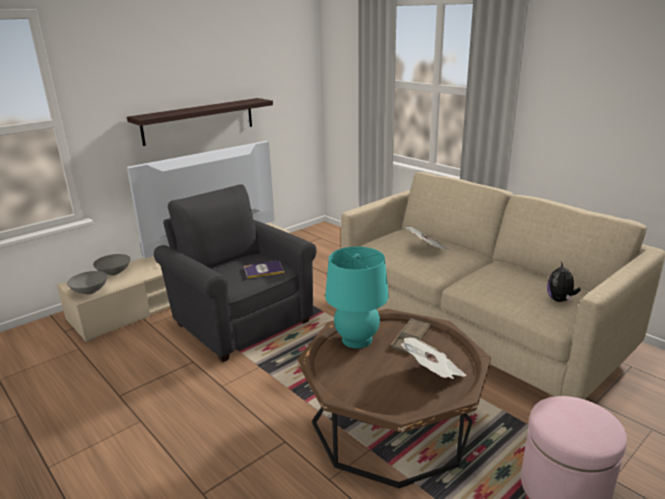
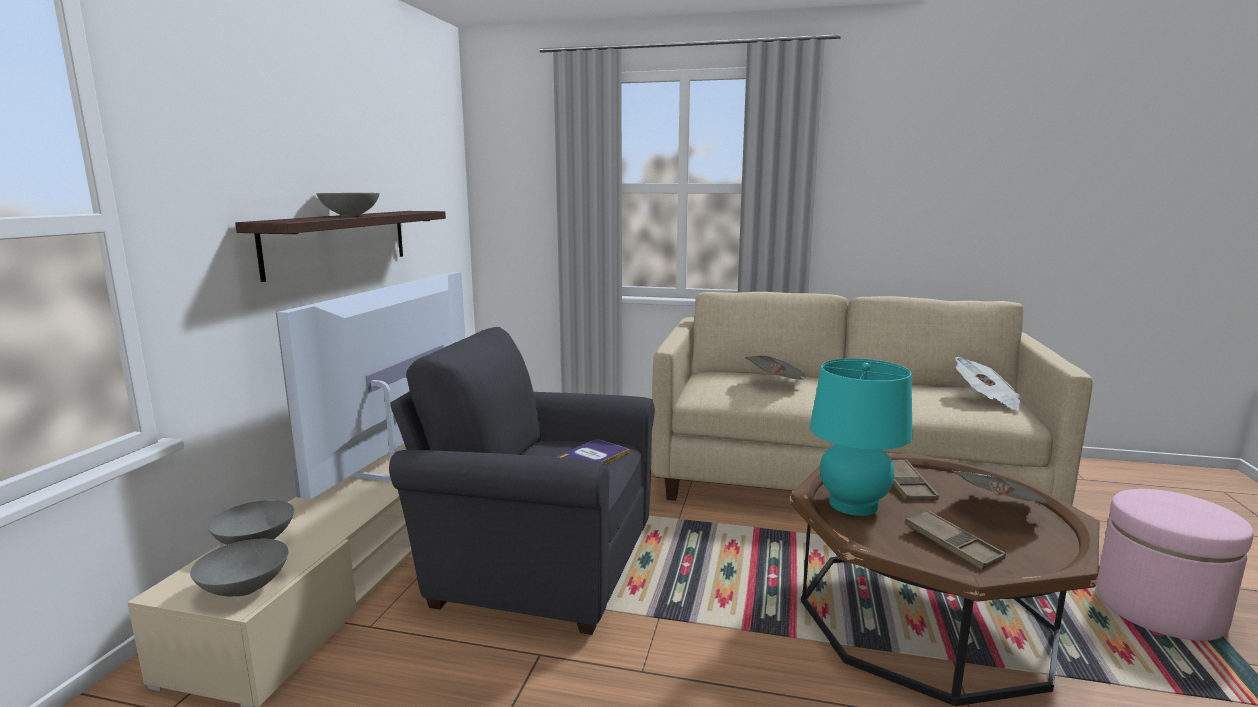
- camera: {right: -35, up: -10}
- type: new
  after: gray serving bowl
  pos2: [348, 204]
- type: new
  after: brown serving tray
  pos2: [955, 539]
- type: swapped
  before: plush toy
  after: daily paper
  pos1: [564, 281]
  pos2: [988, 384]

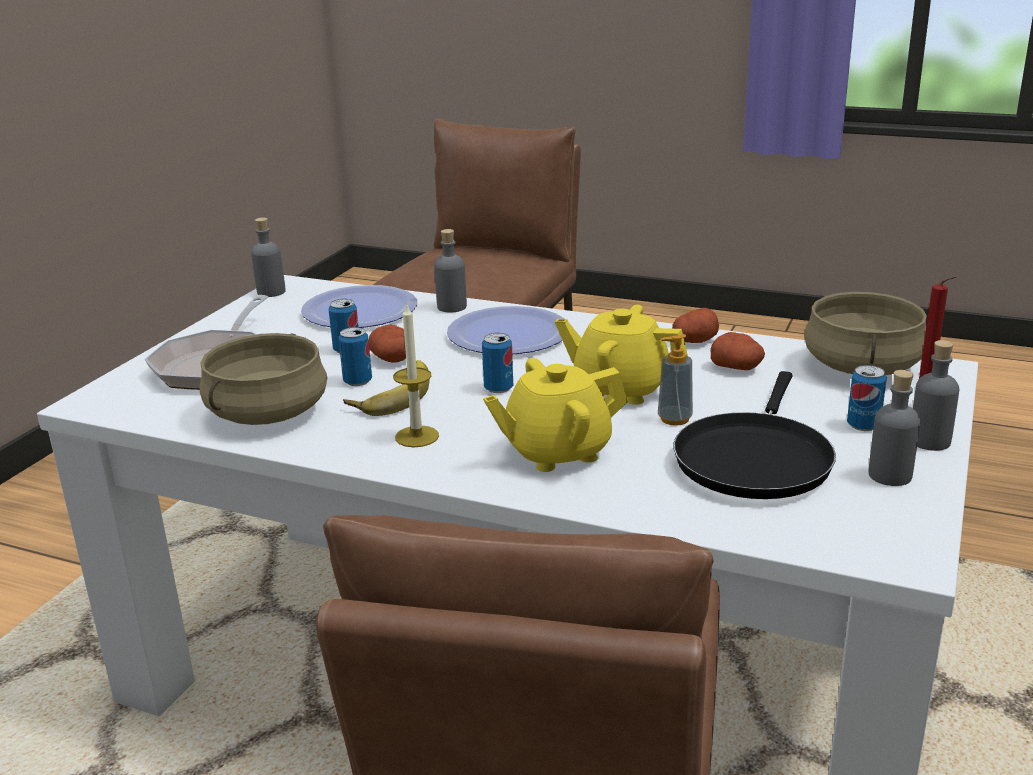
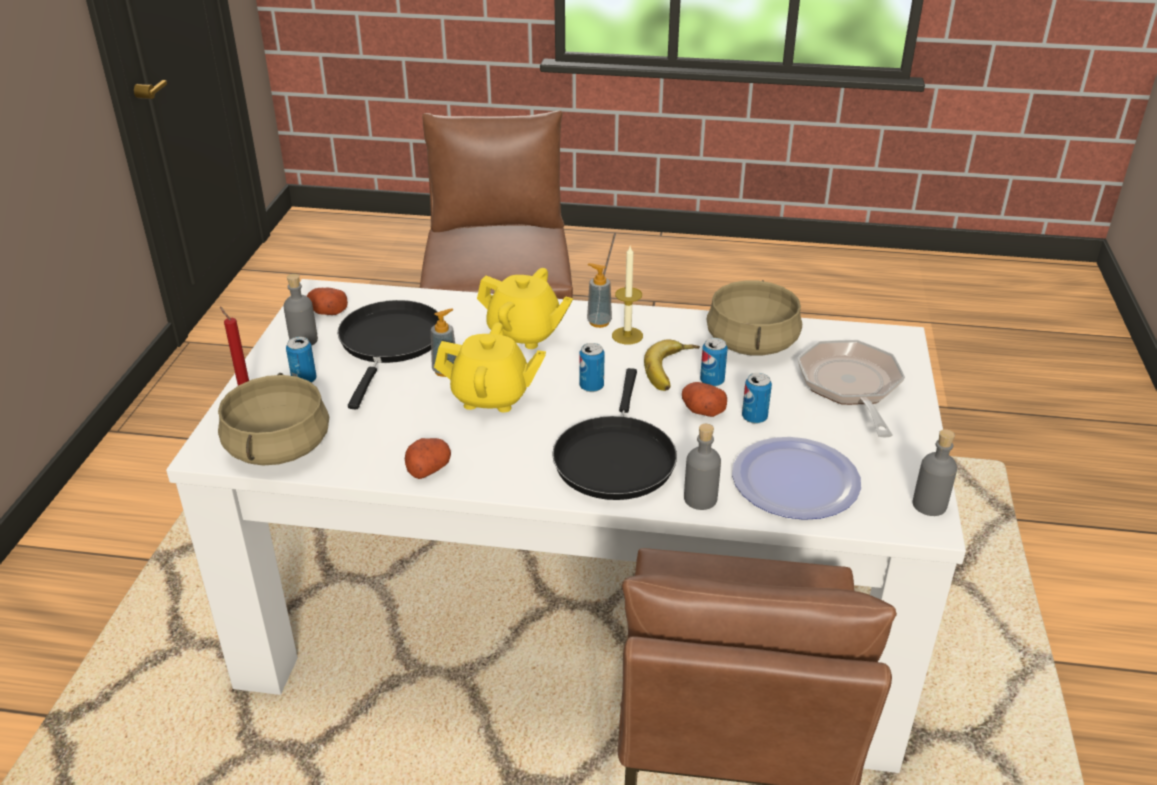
- camera: {right: 165, up: 10}
- type: gone
  before: gray drink bottle
  pos1: [936, 395]
- type: new
  after: soap bottle
  pos2: [599, 295]
- type: shifted
  before: whole potato
  pos1: [738, 351]
  pos2: [327, 301]
- type: swapped
  before: plate
  after: black skillet
  pos1: [506, 330]
  pos2: [614, 434]
- type: rotated
  before: yellow pot for tea
  pos1: [555, 415]
  pos2: [525, 308]
  turn: 60

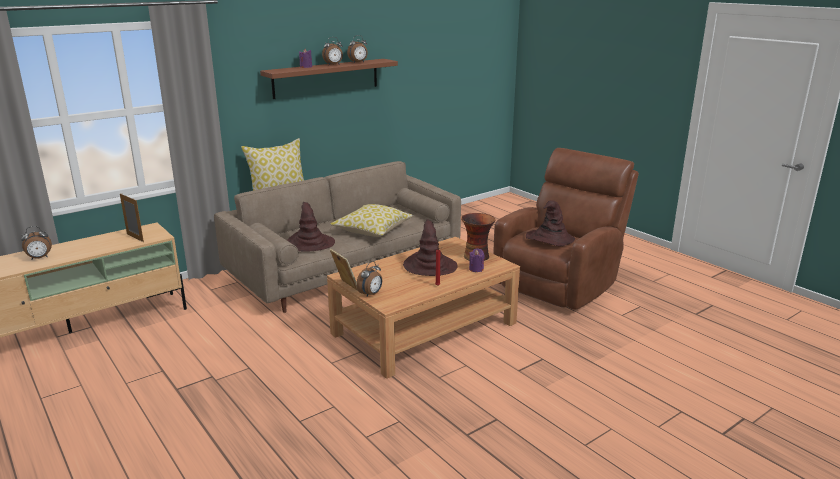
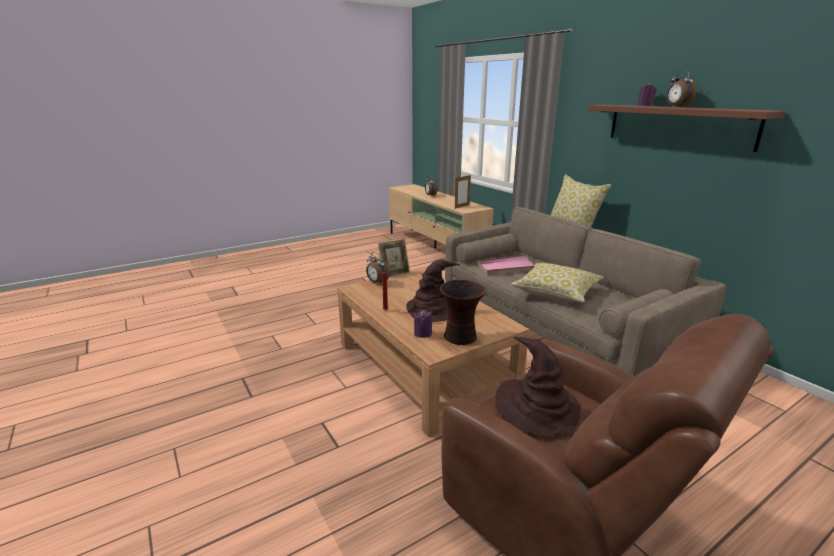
- camera: {right: 95, up: 0}
- type: gone
  before: table clock
  pos1: [357, 49]
- type: swapped
  before: brown clothing hat
  after: pink-coloured serving tray
  pos1: [311, 226]
  pos2: [506, 264]

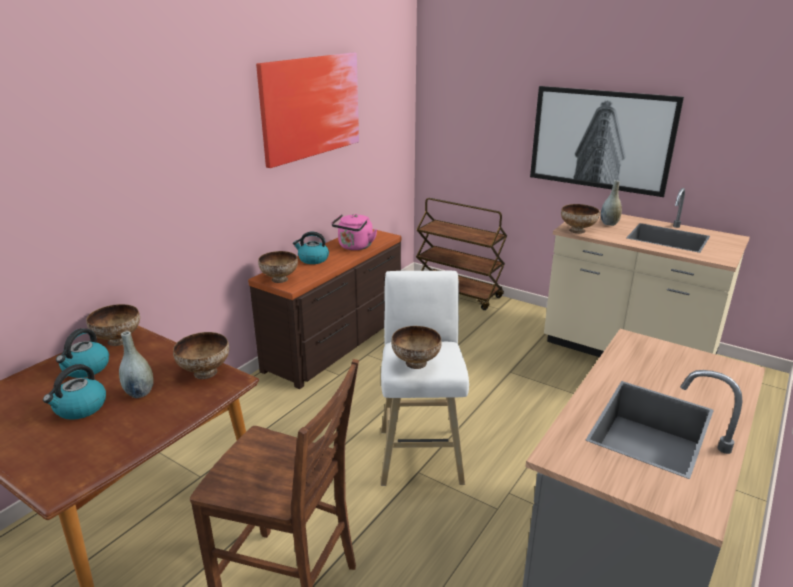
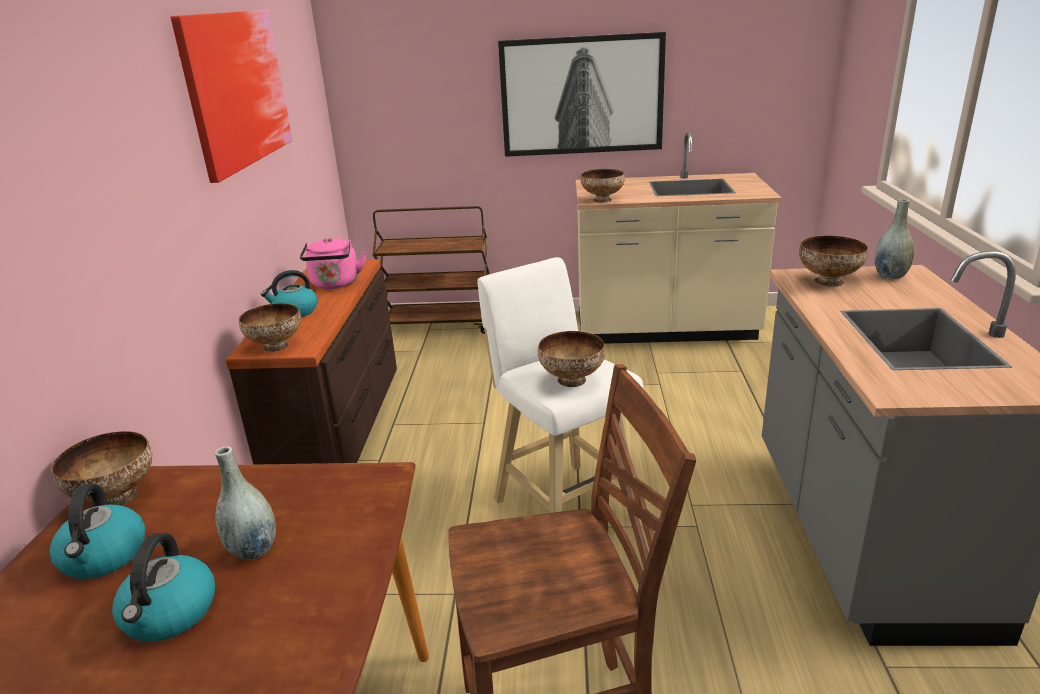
- camera: {right: -30, up: 0}
- type: shifted
  before: serving bowl
  pos1: [201, 355]
  pos2: [833, 261]
- type: shifted
  before: gray decorative vase
  pos1: [611, 203]
  pos2: [894, 239]

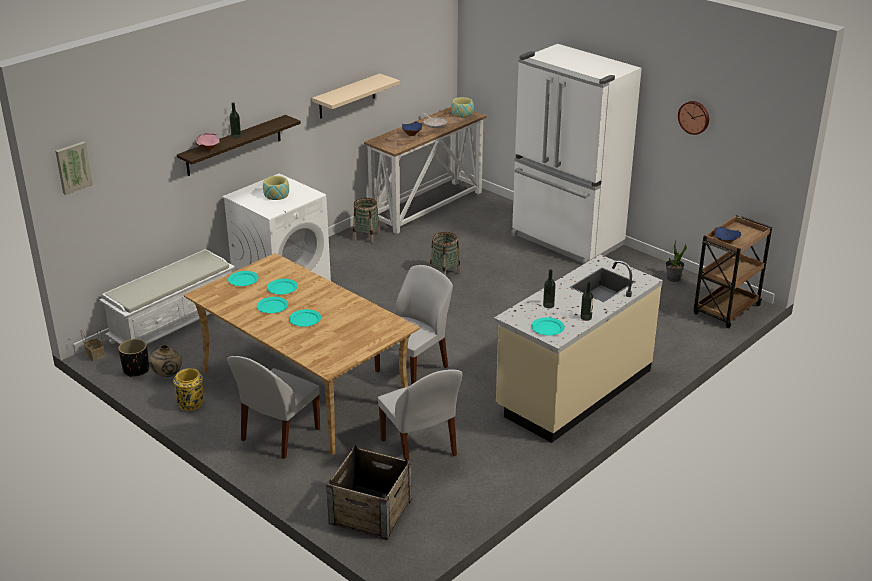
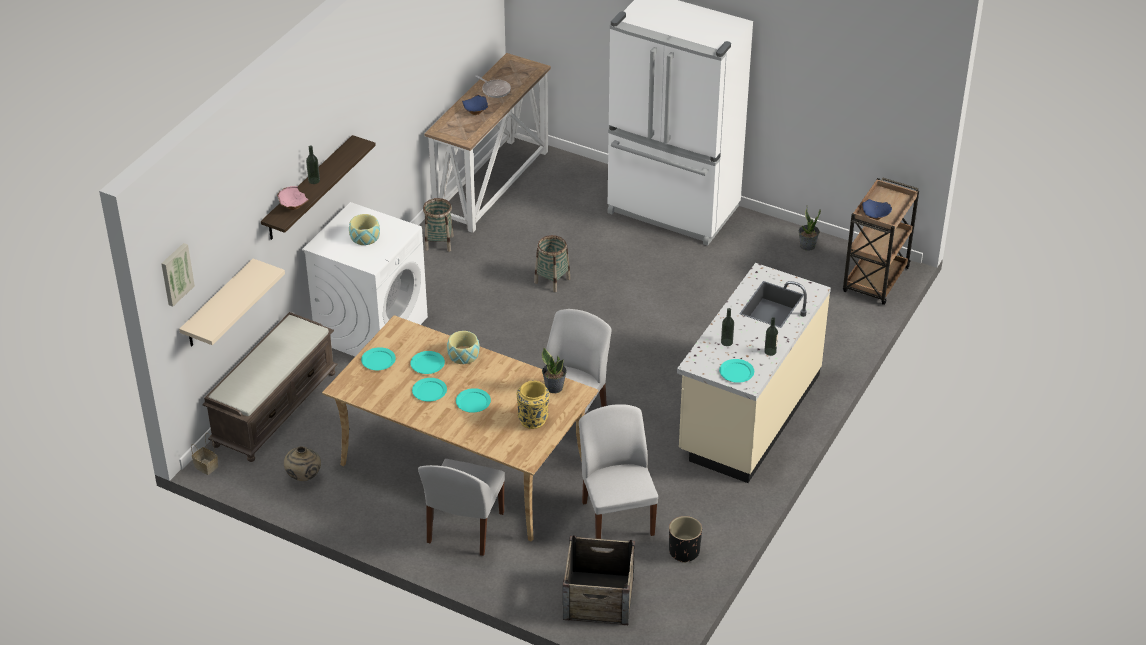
- camera: {right: -15, up: 10}
- type: gone
  before: hanging clock
  pos1: [693, 118]
- type: new
  after: plant in a pot
  pos2: [554, 370]
- type: shifted
  before: black flower pot
  pos1: [133, 358]
  pos2: [685, 539]
- type: shifted
  before: yellow decorative vase
  pos1: [188, 389]
  pos2: [533, 404]
- type: shifted
  before: sand-coloured wall shelf
  pos1: [356, 96]
  pos2: [232, 303]
- type: shifted
  before: serving bowl
  pos1: [462, 107]
  pos2: [463, 347]
- type: repainted
  before: whitish indoor bench
  after: brown indoor bench
  pos1: [167, 296]
  pos2: [270, 387]
- type: rotated
  before: whitish chair
  pos1: [420, 414]
  pos2: [618, 471]
  turn: -150

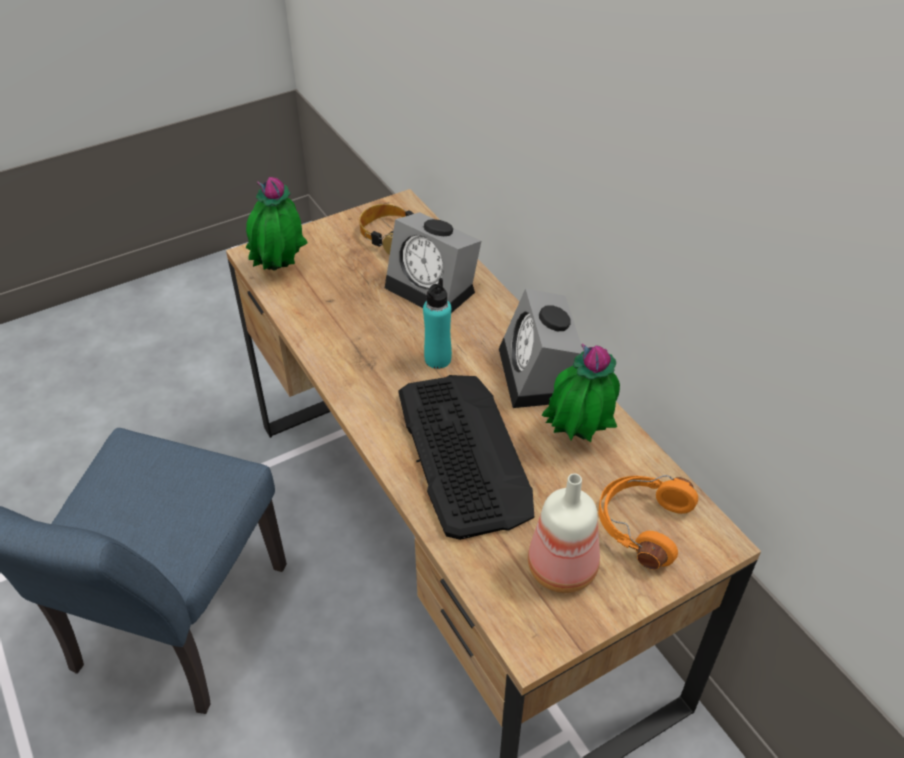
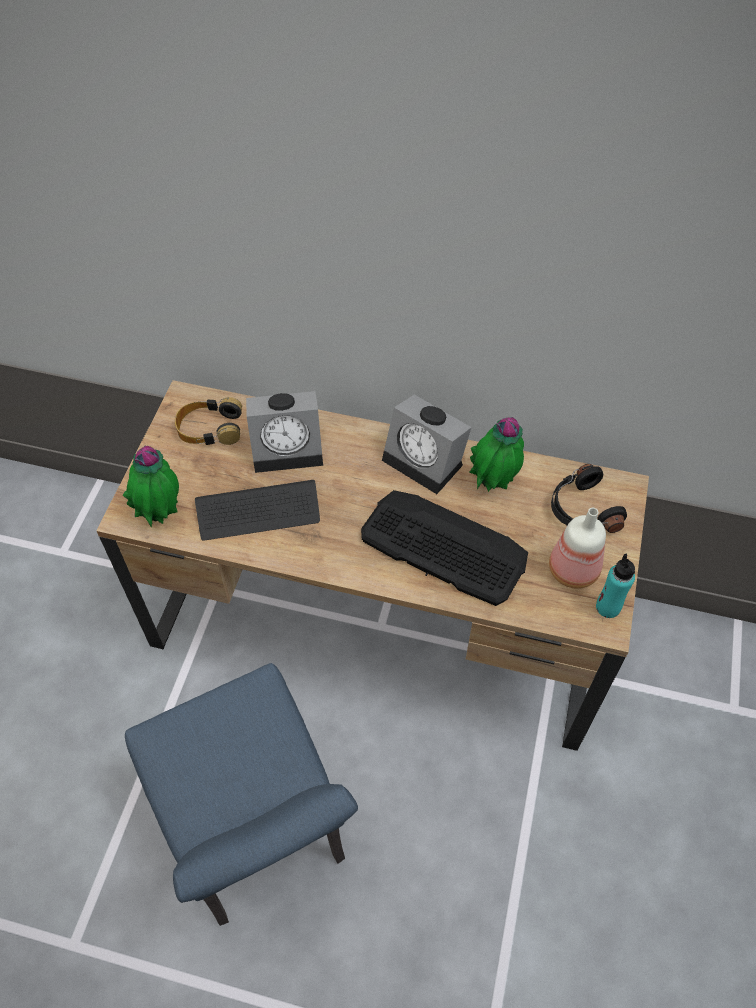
- camera: {right: -45, up: 10}
- type: new
  after: PC keyboard
  pos2: [257, 510]
- type: shifted
  before: turquoise drink bottle
  pos1: [437, 323]
  pos2: [615, 586]
- type: repainted
  before: orange pair of headphones
  after: black pair of headphones
  pos1: [648, 522]
  pos2: [589, 498]

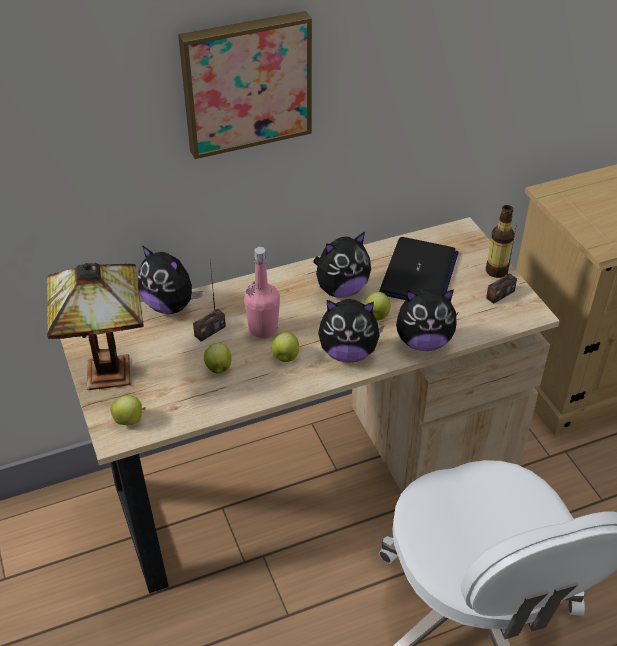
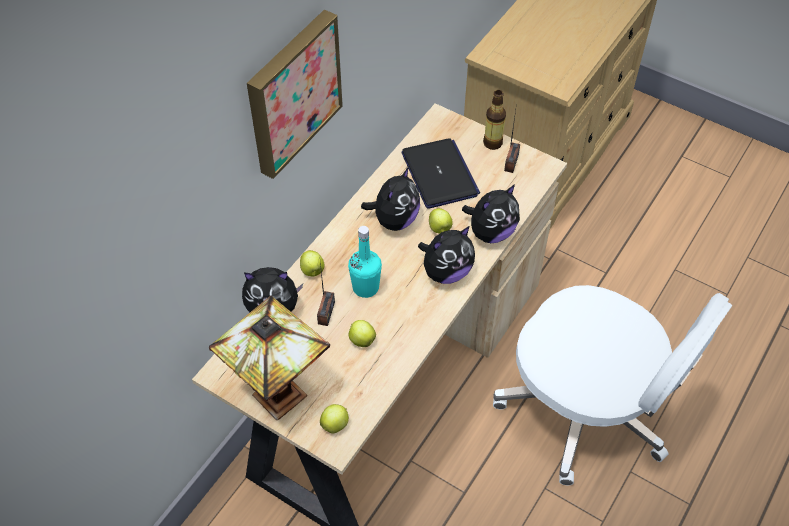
- camera: {right: -35, up: 10}
- type: shifted
  before: apple fruit
  pos1: [285, 347]
  pos2: [312, 263]
- type: repainted
  before: pink-coloured drink bottle
  after: turquoise drink bottle
  pos1: [262, 292]
  pos2: [365, 262]

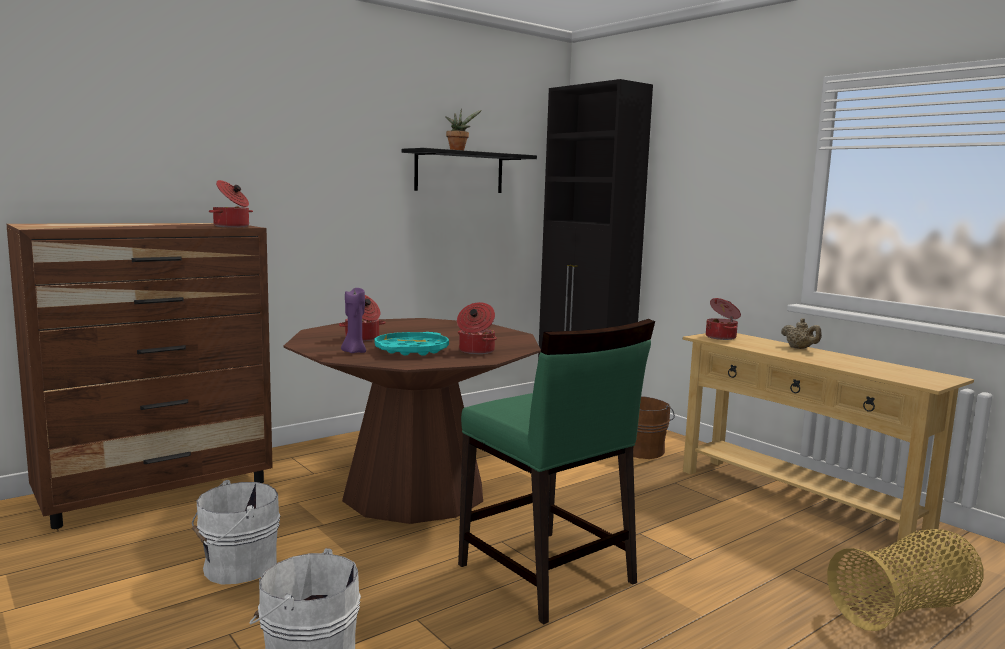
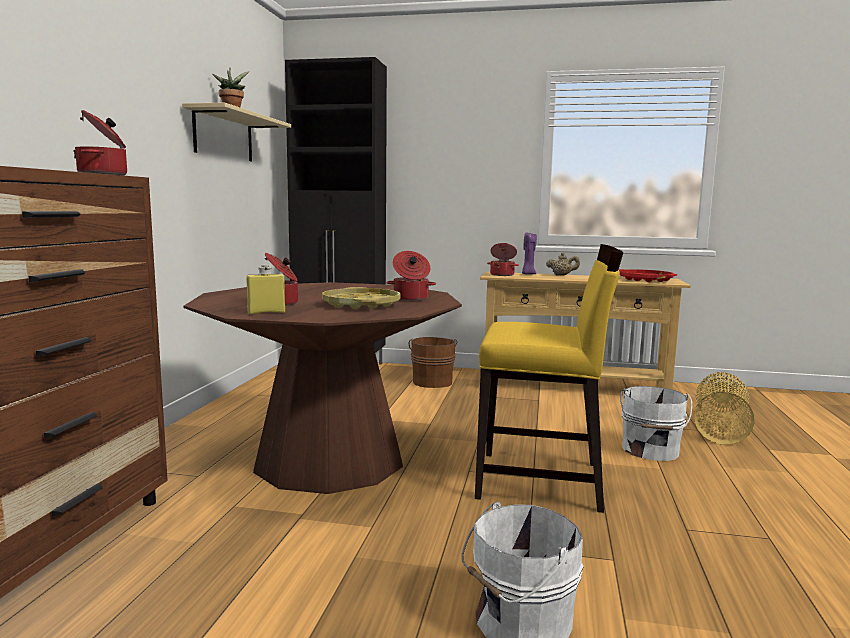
- camera: {right: -40, up: 0}
- type: new
  after: yellow drink bottle
  pos2: [265, 289]
- type: new
  after: reddish serving tray
  pos2: [648, 275]
- type: shifted
  before: whitish bucket
  pos1: [236, 532]
  pos2: [656, 423]
- type: shifted
  before: purple-coloured wax light
  pos1: [353, 320]
  pos2: [529, 254]
- type: repainted
  before: turquoise serving tray
  after: yellow serving tray
  pos1: [412, 344]
  pos2: [361, 298]
- type: repainted
  before: black wall shelf
  after: sand-coloured wall shelf
  pos1: [469, 170]
  pos2: [236, 132]
- type: repainted
  before: green chair
  after: yellow chair
  pos1: [556, 472]
  pos2: [549, 378]

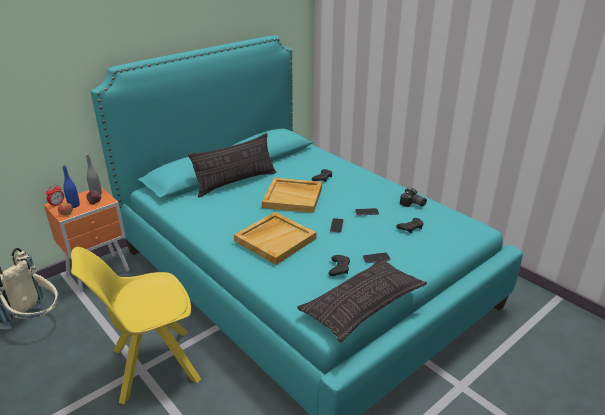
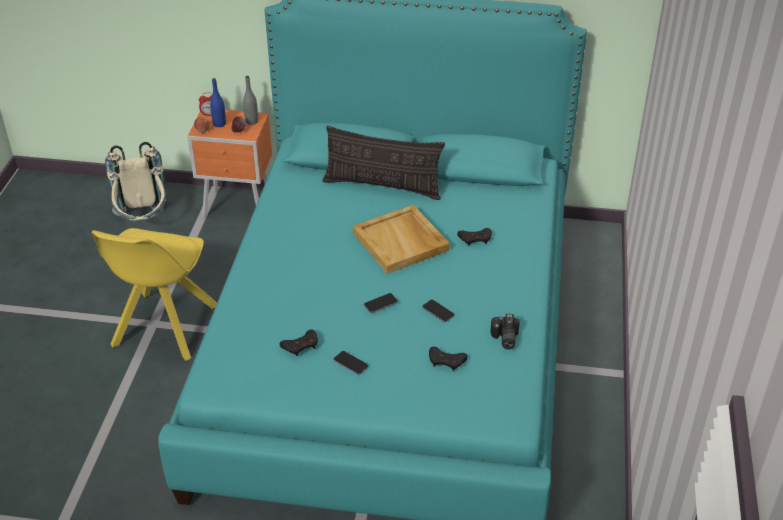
- camera: {right: 50, up: 10}
- type: gone
  before: sand-coloured serving tray
  pos1: [275, 238]
- type: gone
  before: throw pillow
  pos1: [362, 300]
- type: rotated
  before: yellow chair
  pos1: [136, 325]
  pos2: [154, 294]
  turn: -105

